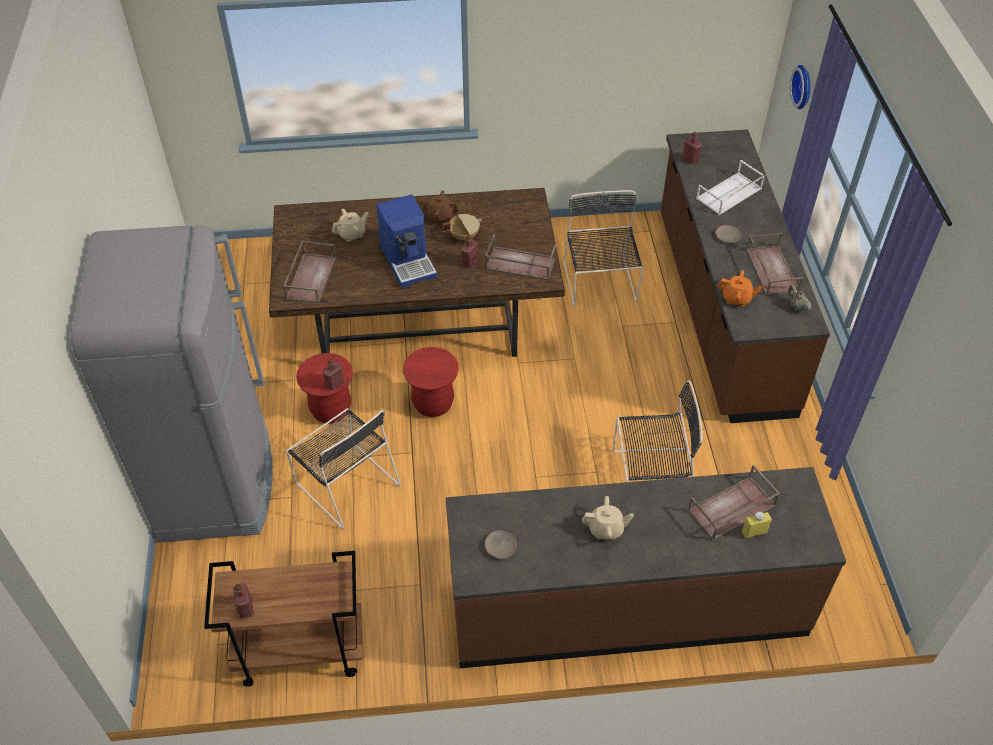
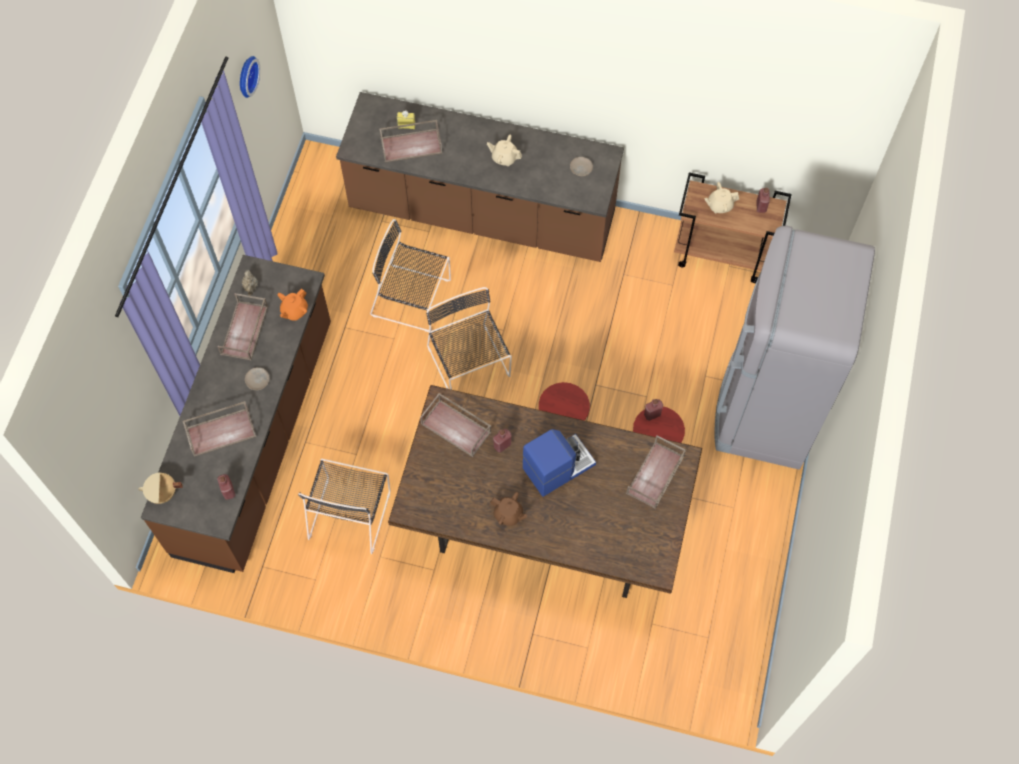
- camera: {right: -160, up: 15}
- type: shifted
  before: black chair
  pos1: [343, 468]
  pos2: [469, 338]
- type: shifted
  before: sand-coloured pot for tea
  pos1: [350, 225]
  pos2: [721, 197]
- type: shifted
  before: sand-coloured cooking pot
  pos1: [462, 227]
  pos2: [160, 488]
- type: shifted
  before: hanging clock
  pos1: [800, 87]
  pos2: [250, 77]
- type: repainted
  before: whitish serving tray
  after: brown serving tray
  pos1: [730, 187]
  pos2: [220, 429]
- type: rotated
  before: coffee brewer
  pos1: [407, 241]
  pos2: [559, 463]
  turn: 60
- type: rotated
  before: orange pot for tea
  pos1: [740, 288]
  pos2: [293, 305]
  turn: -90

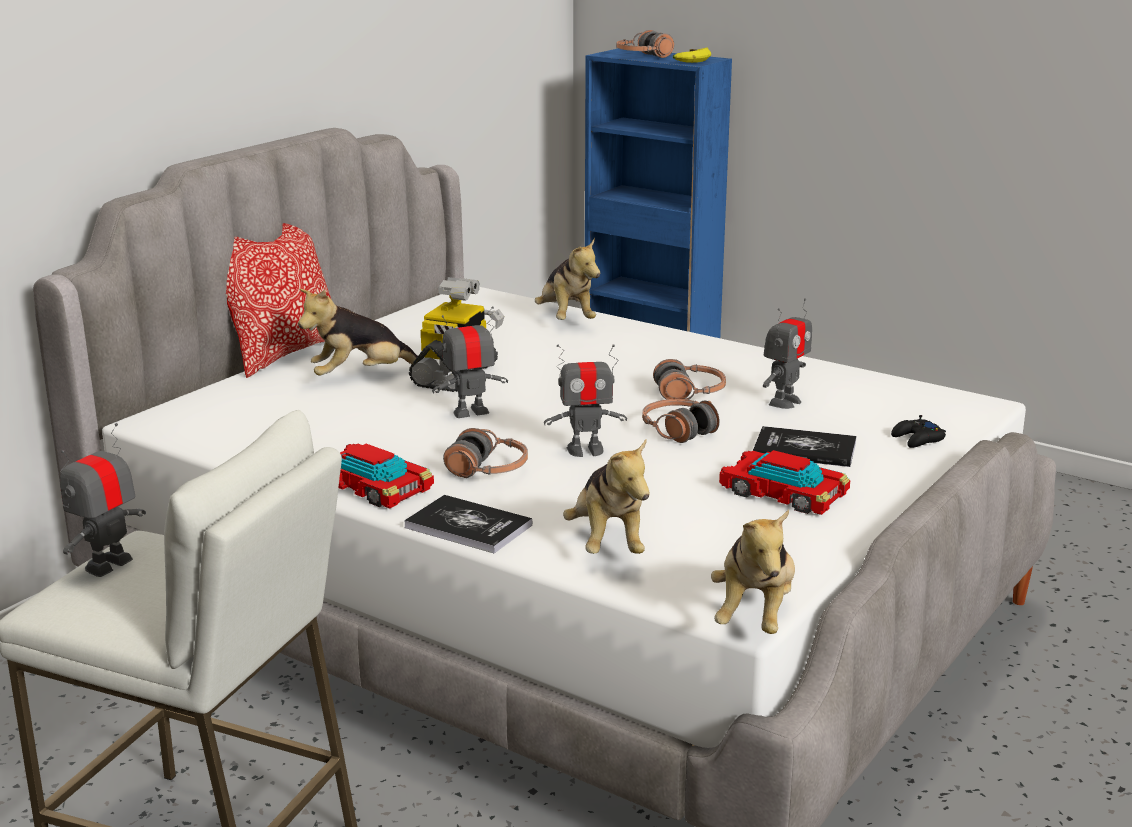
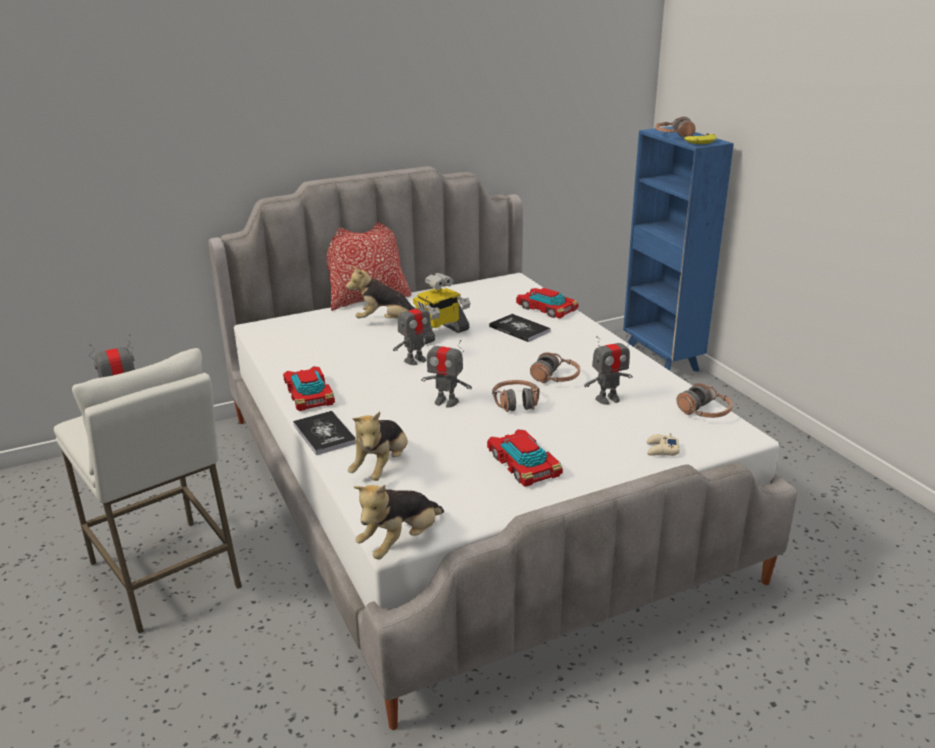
- camera: {right: 30, up: 5}
- type: shifted
  before: pair of headphones
  pos1: [485, 453]
  pos2: [705, 400]
- type: shifted
  before: volume
  pos1: [805, 446]
  pos2: [520, 328]
- type: swapped
  before: plush toy
  after: toy car
  pos1: [567, 279]
  pos2: [547, 303]
- type: repainted
  before: black game controller
  after: sand-coloured game controller
  pos1: [918, 431]
  pos2: [663, 444]
- type: rotated
  before: robot figure
  pos1: [470, 362]
  pos2: [414, 330]
  turn: 135

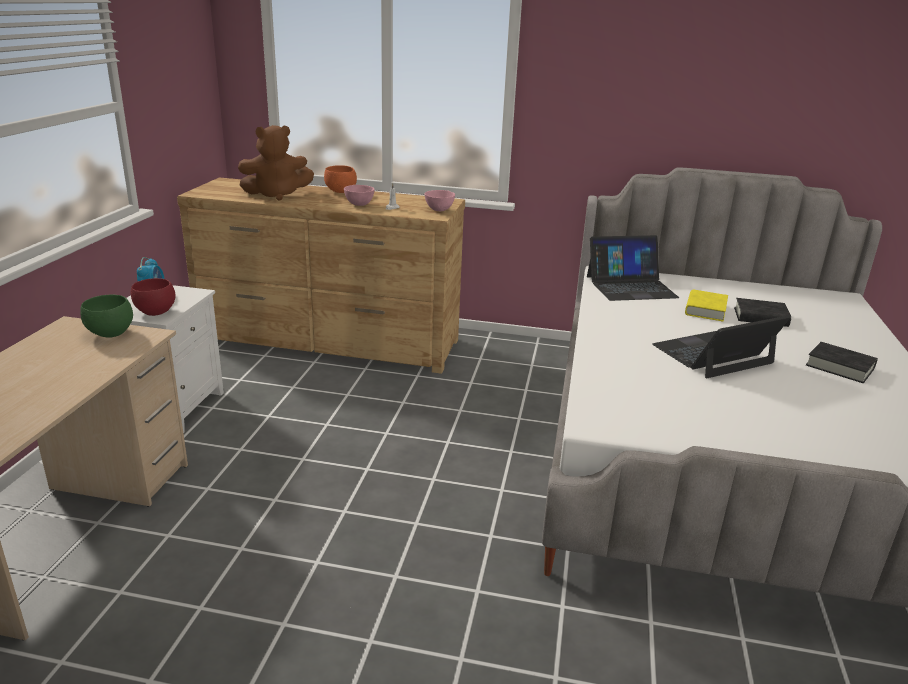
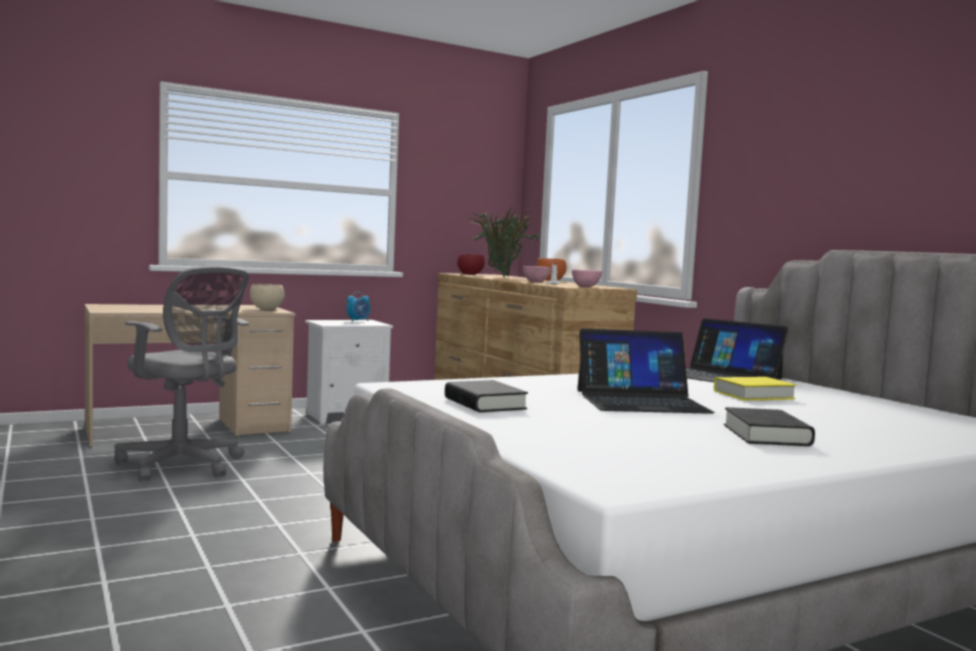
- camera: {right: 50, up: -20}
- type: new
  after: gray office chair
  pos2: [182, 373]
- type: shifted
  before: reddish serving bowl
  pos1: [153, 297]
  pos2: [471, 264]
- type: shifted
  before: black volume
  pos1: [762, 312]
  pos2: [486, 396]
- type: swapped
  before: brown plush toy
  after: plant in a pot
  pos1: [276, 163]
  pos2: [503, 242]
- type: repainted
  before: green serving bowl
  after: sand-coloured serving bowl
  pos1: [106, 316]
  pos2: [267, 297]
- type: rotated
  before: notebook computer
  pos1: [721, 346]
  pos2: [646, 371]
  turn: 150

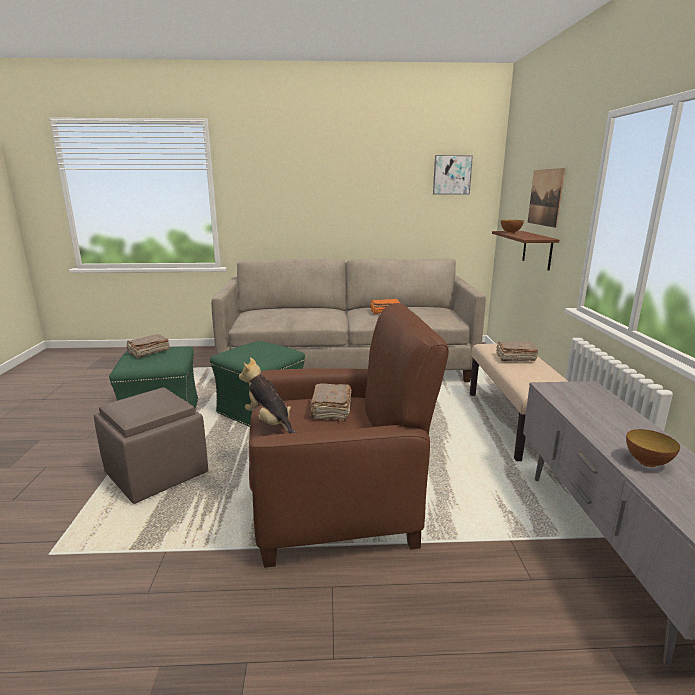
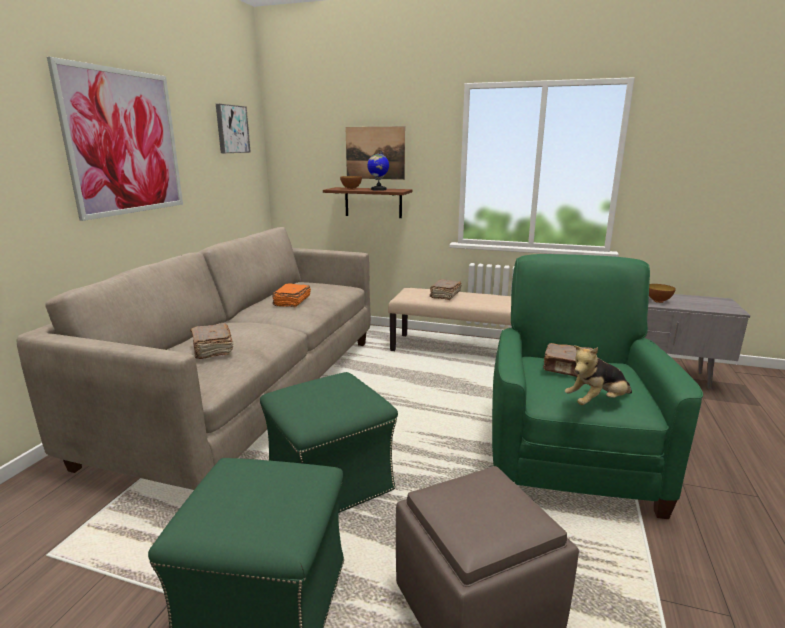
- camera: {right: -70, up: 0}
- type: new
  after: wall art
  pos2: [115, 139]
- type: new
  after: desk globe
  pos2: [378, 171]
- type: shifted
  before: brown volume
  pos1: [148, 346]
  pos2: [212, 341]
- type: repainted
  before: brown easy chair
  after: green easy chair
  pos1: [349, 435]
  pos2: [597, 386]

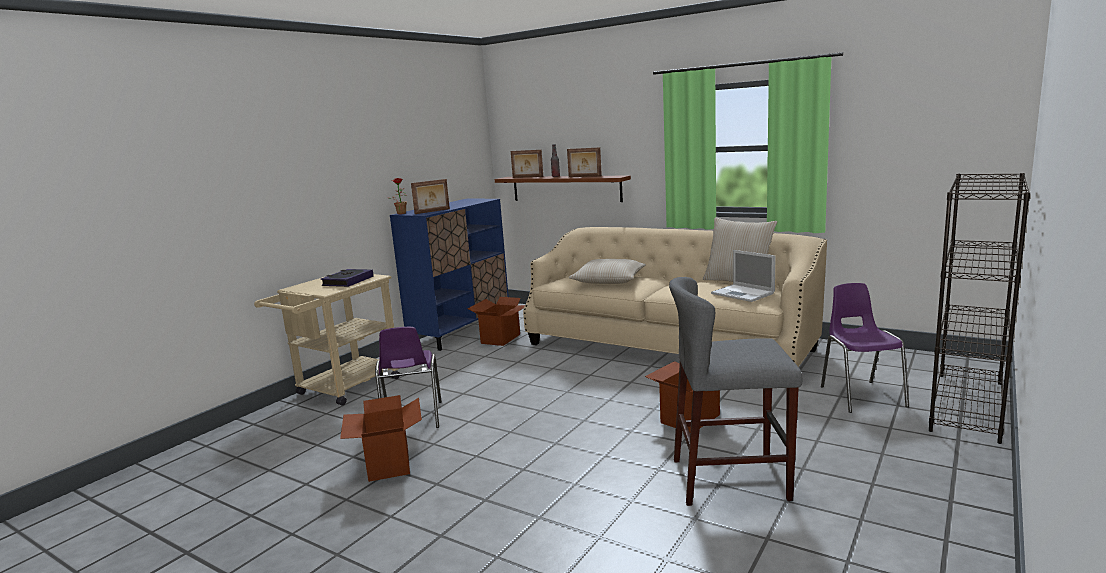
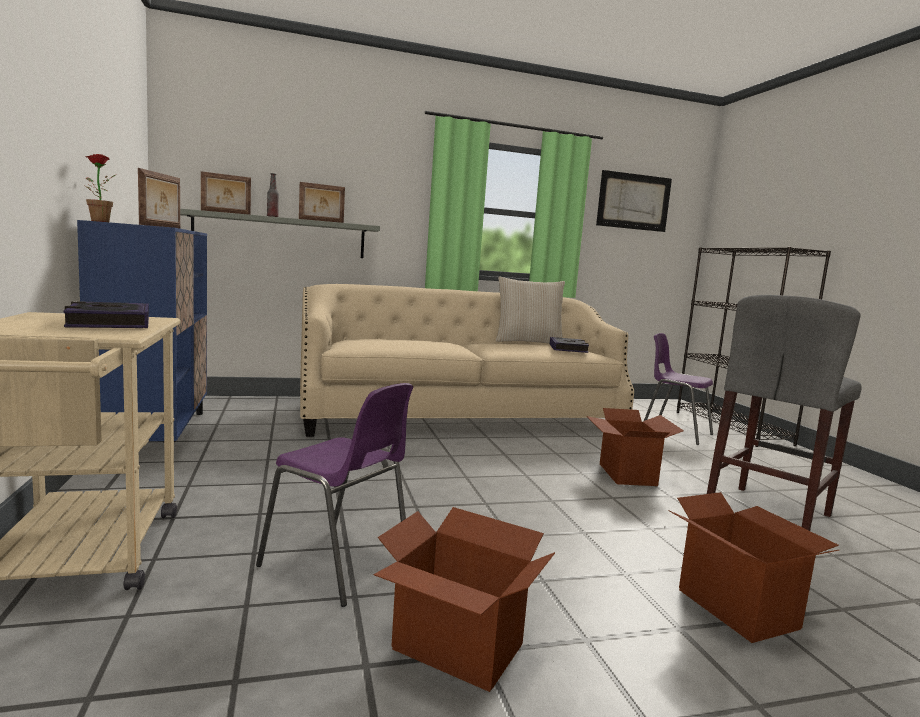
- camera: {right: -50, up: -5}
- type: gone
  before: sand-coloured throw pillow
  pos1: [607, 271]
- type: new
  after: wall art
  pos2: [634, 201]
- type: shifted
  before: packing box
  pos1: [496, 321]
  pos2: [754, 567]
- type: swapped
  before: notebook computer
  after: volume
  pos1: [743, 276]
  pos2: [569, 345]
- type: repainted
  before: brown wall shelf
  after: gray wall shelf
  pos1: [563, 188]
  pos2: [280, 233]

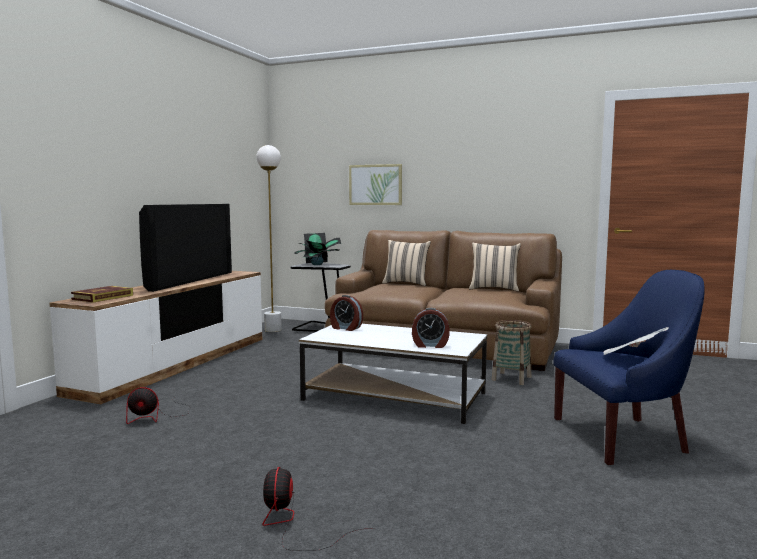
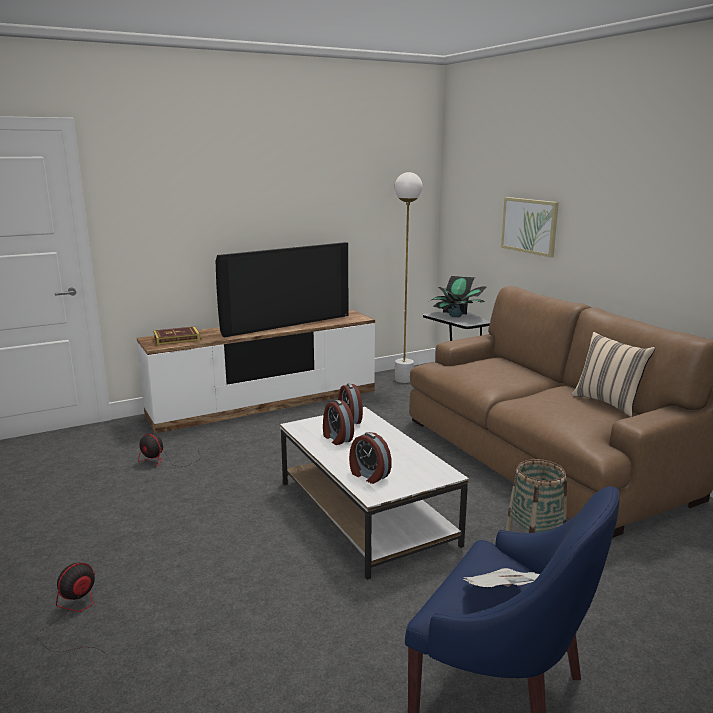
- camera: {right: 40, up: 10}
- type: gone
  before: sand-coloured throw pillow
  pos1: [406, 263]
- type: new
  after: table clock
  pos2: [338, 422]

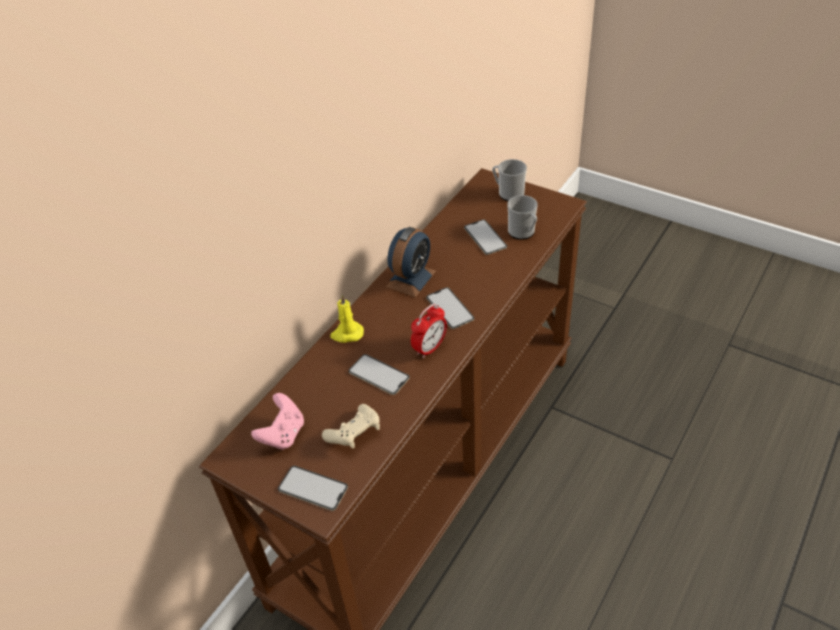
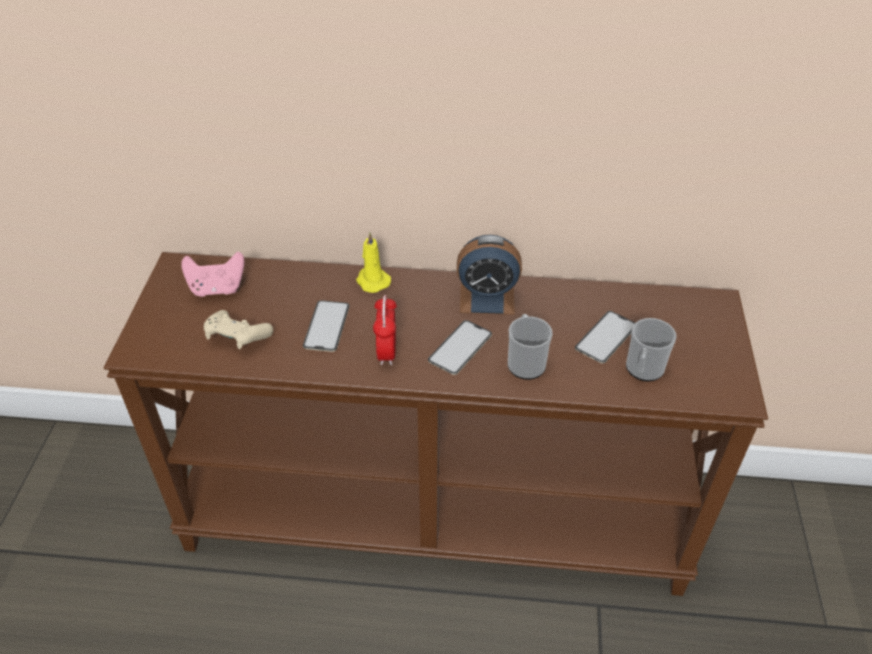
- camera: {right: 60, up: 0}
- type: gone
  before: handset
  pos1: [313, 488]
- type: shifted
  before: mug
  pos1: [509, 180]
  pos2: [530, 347]
- type: rotated
  before: table clock
  pos1: [429, 331]
  pos2: [385, 330]
  turn: 75

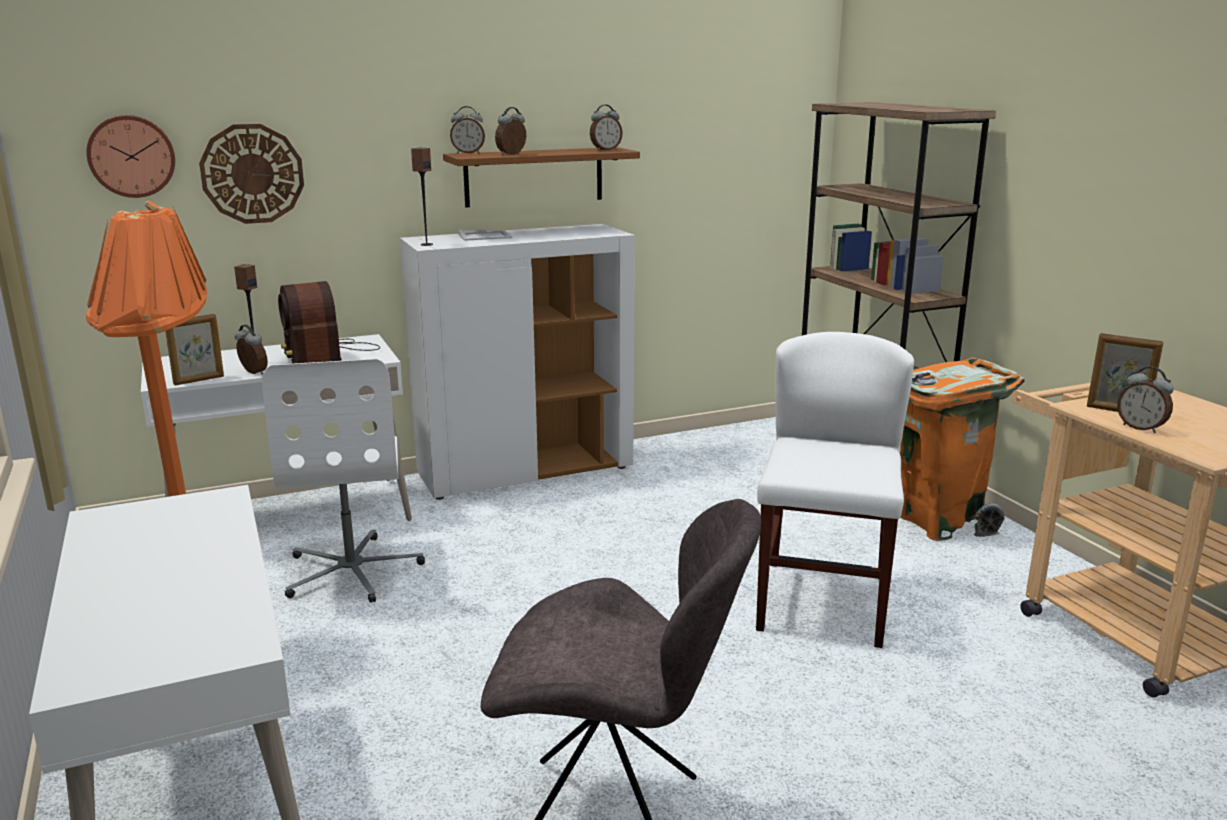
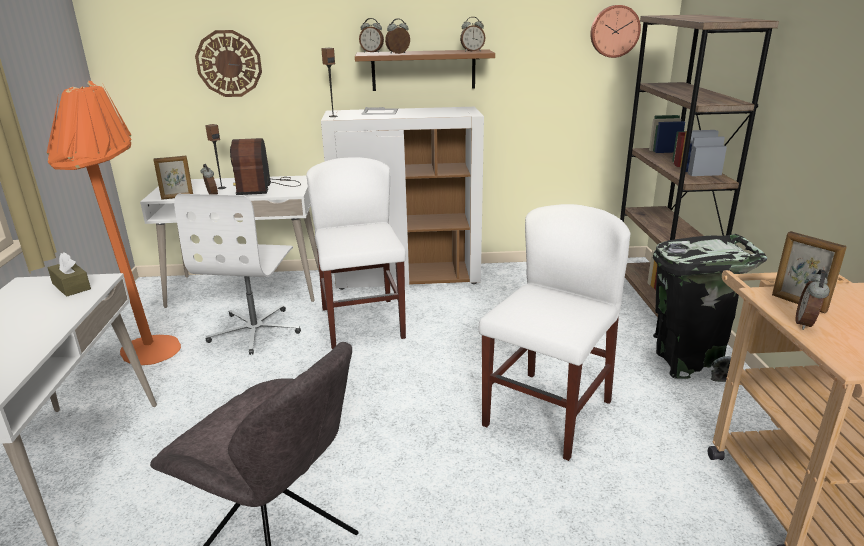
- camera: {right: 20, up: 5}
- type: new
  after: brown box of tissues
  pos2: [69, 274]
- type: new
  after: whitish chair
  pos2: [356, 253]
- type: shifted
  before: hanging clock
  pos1: [130, 156]
  pos2: [615, 31]
- type: repainted
  before: orange rubbish bin
  after: black rubbish bin
  pos1: [962, 449]
  pos2: [710, 308]
- type: rotated
  before: table clock
  pos1: [1145, 400]
  pos2: [813, 299]
  turn: 45

